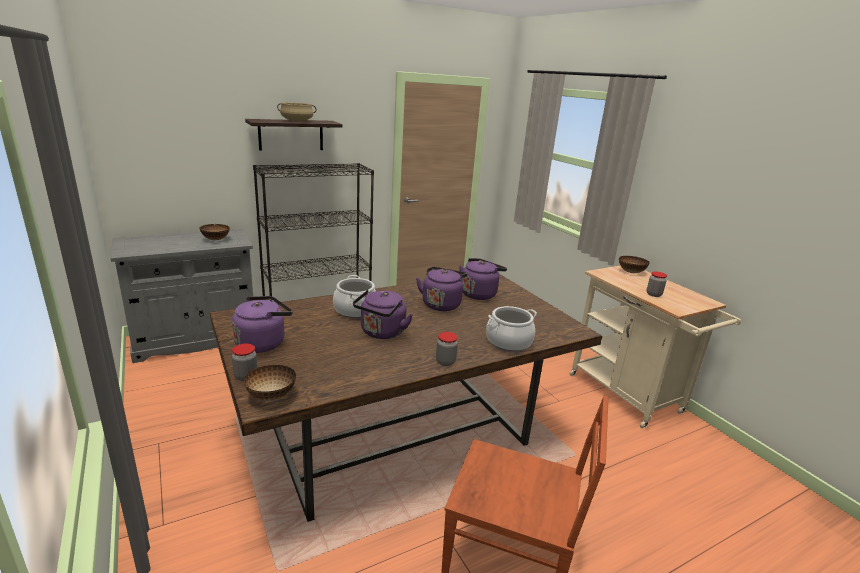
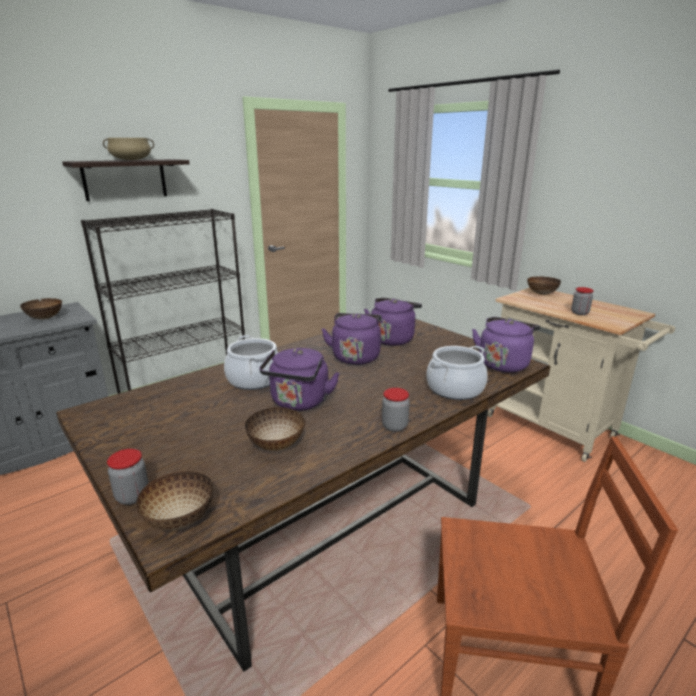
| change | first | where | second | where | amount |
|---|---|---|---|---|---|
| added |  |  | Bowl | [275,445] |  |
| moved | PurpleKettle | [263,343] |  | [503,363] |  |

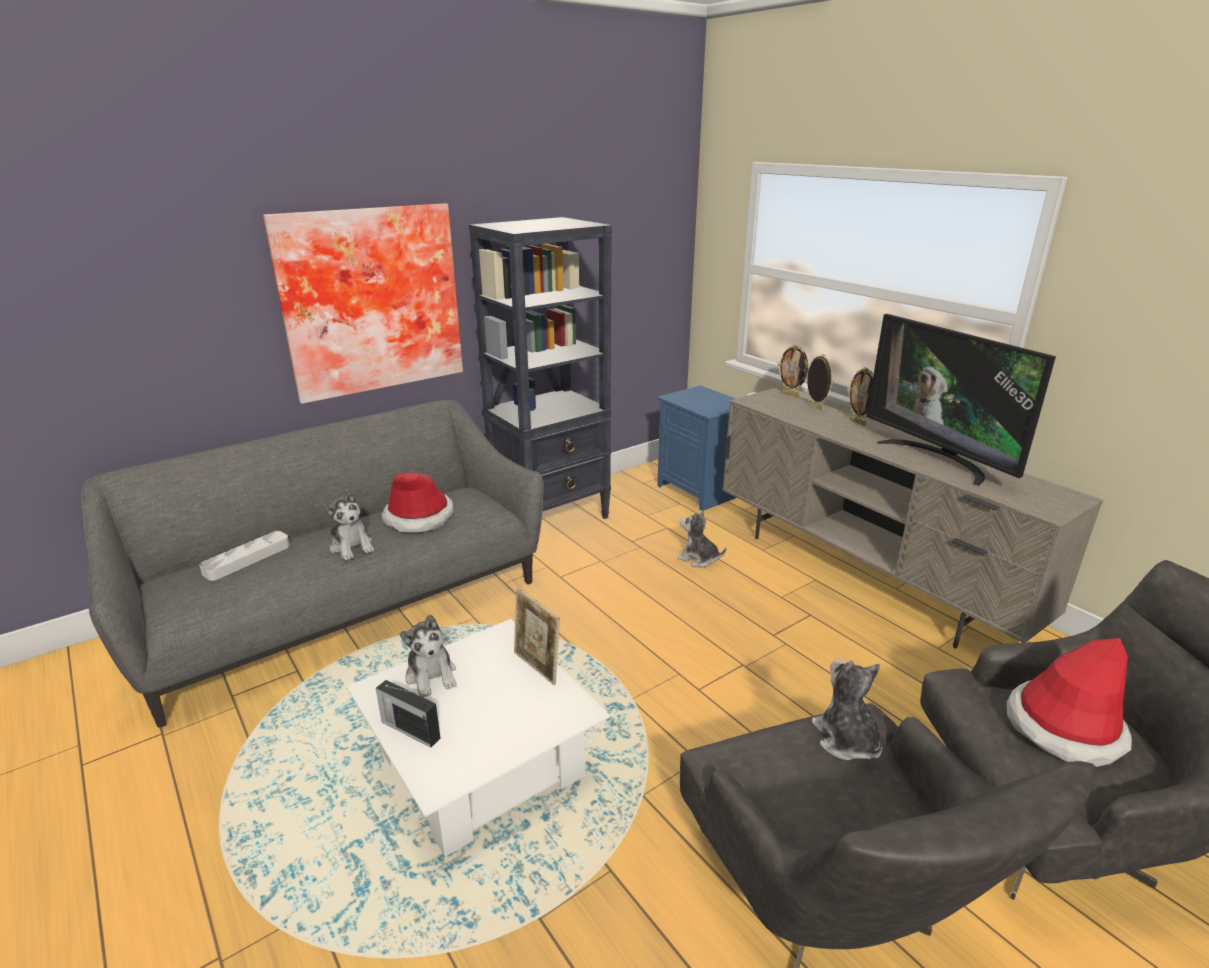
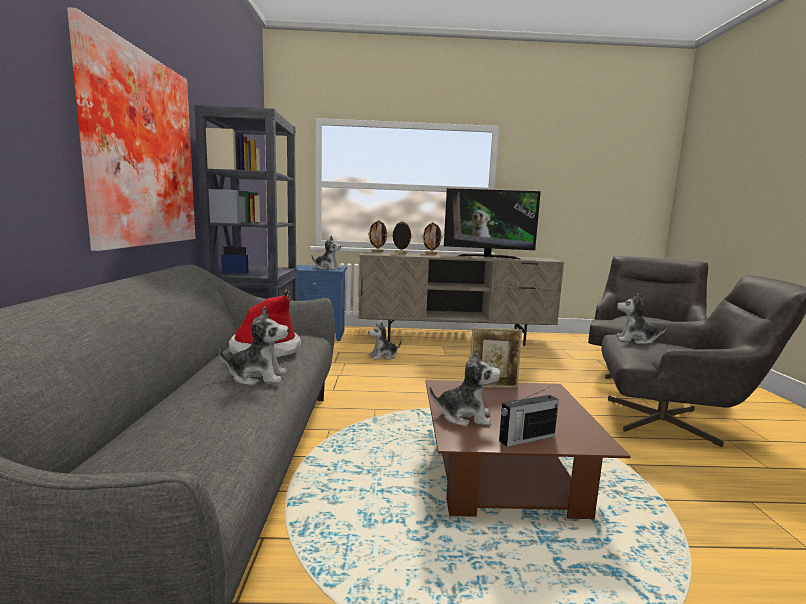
| change | first | where | second | where | amount |
|---|---|---|---|---|---|
| added |  |  | PlushToy | [327,268] |  |
| recoloured | WhiteCoffeeTable | [481,764] | BrownCoffeeTable | [504,477] |  |
| removed | GreyTray | [247,559] |  |  |  |
| removed | Hat | [1063,729] |  |  |  |

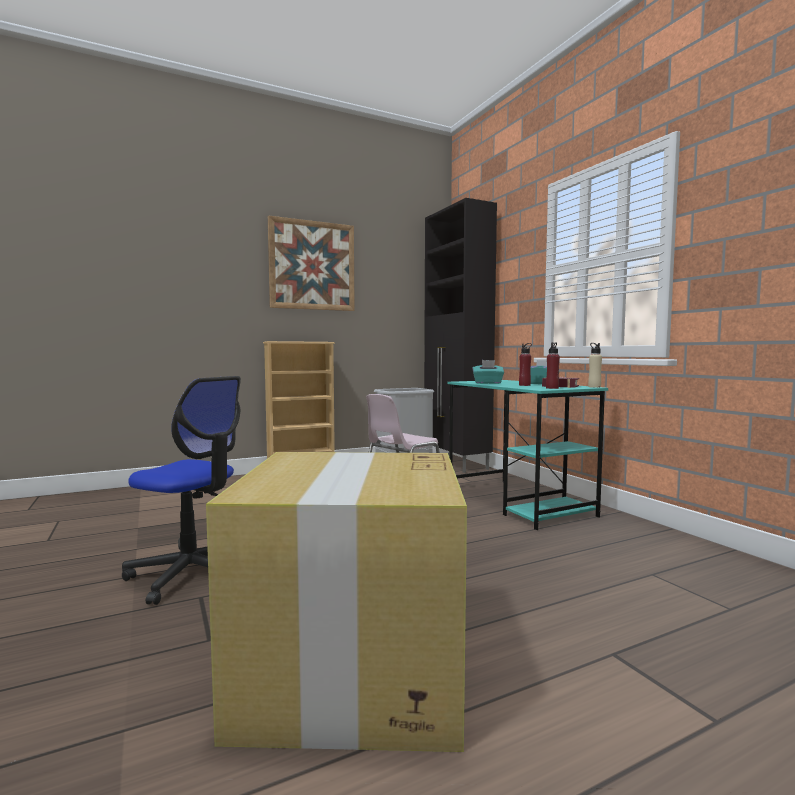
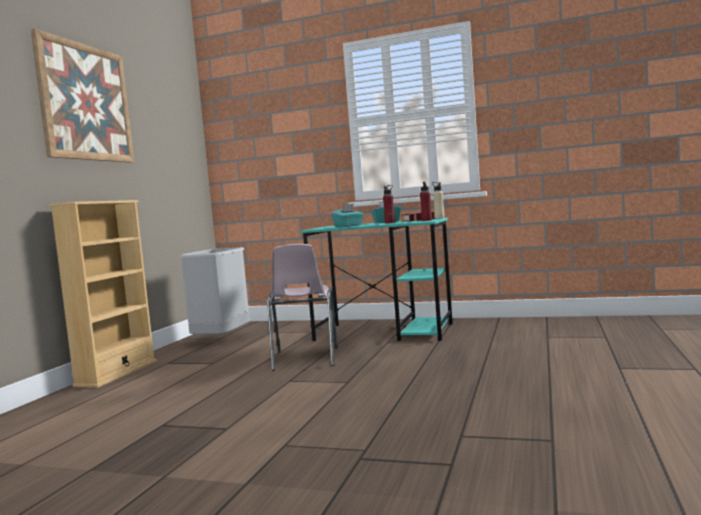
| change | first | where | second | where | amount |
|---|---|---|---|---|---|
| removed | OfficeChair | [192,573] |  |  |  |
| removed | CardboardBox | [352,671] |  |  |  |
| removed | BlackCabinet | [456,464] |  |  |  |

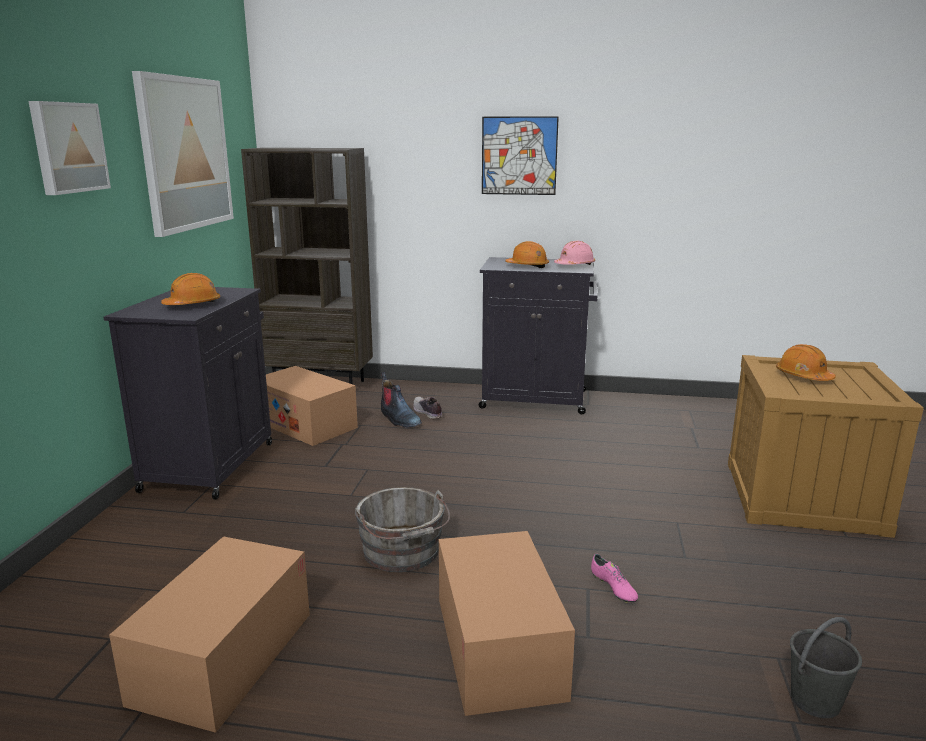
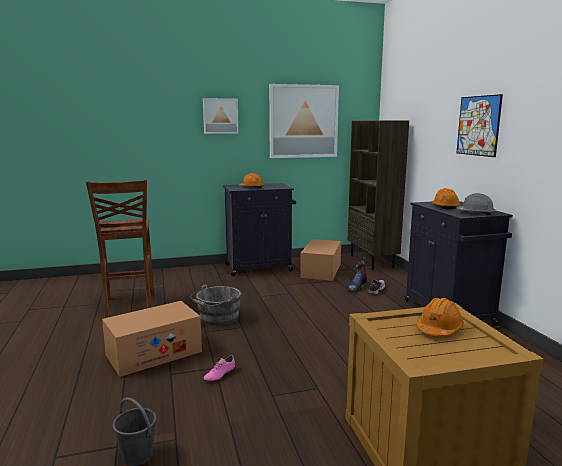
| change | first | where | second | where | amount |
|---|---|---|---|---|---|
| replaced | CardboardBox | [224,657] | BrownStool | [129,306] |  |
| recoloured | PinkHardHat | [574,265] | GreyHardHat | [475,213] |  |

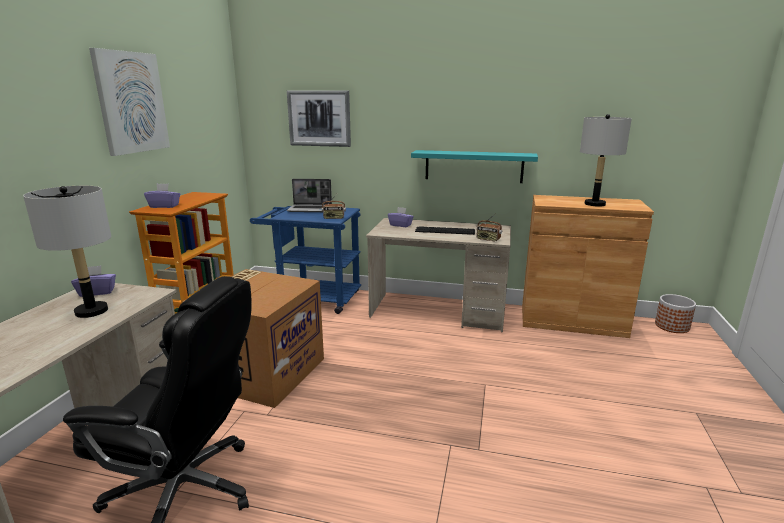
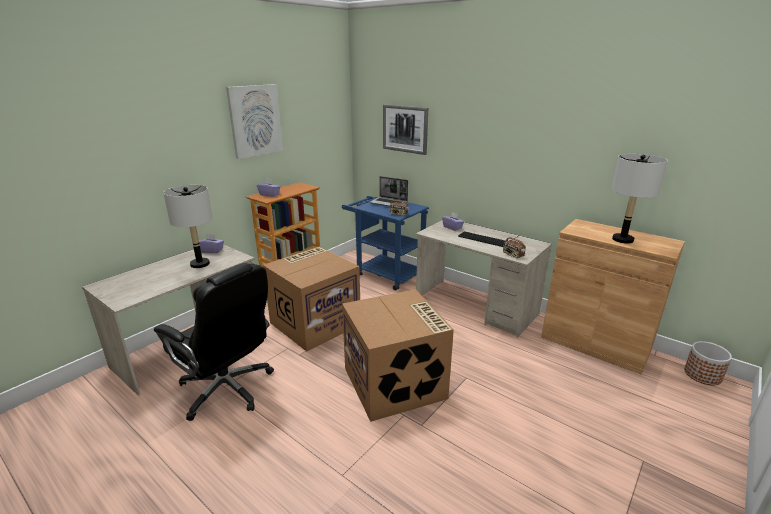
| change | first | where | second | where | amount |
|---|---|---|---|---|---|
| added |  |  | CardboardBox | [396,383] |  |
| removed | TurquoiseShelf | [473,166] |  |  |  |

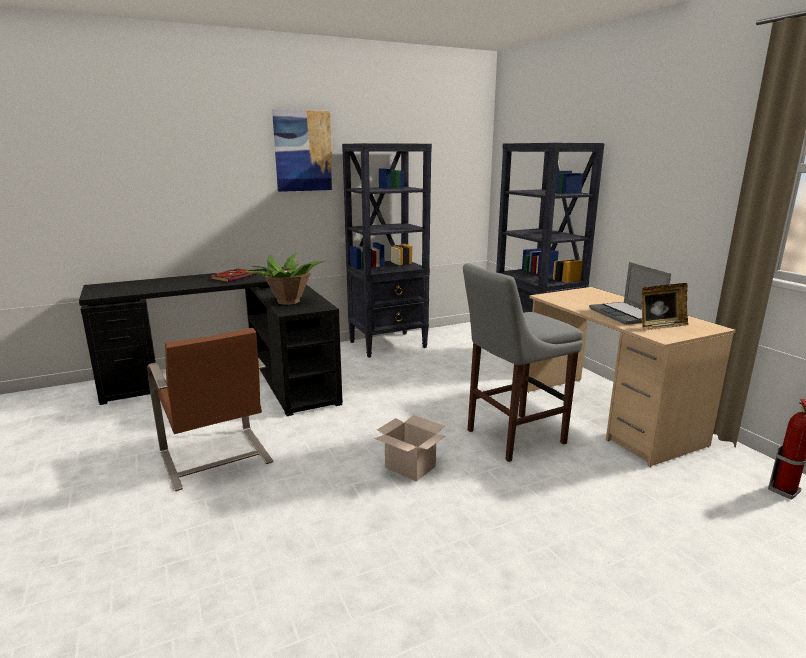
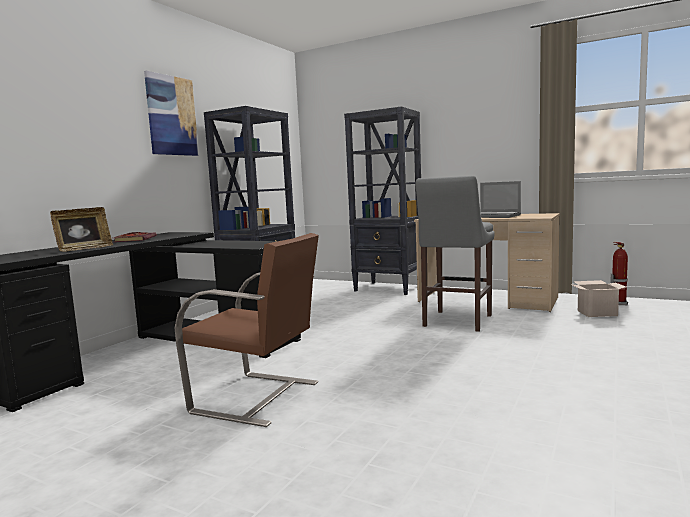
| change | first | where | second | where | amount |
|---|---|---|---|---|---|
| moved | PictureFrame | [660,326] |  | [84,249] |  |
| moved | CardboardBox | [411,467] |  | [597,313] |  |
| removed | PottedPlant | [288,302] |  |  |  |

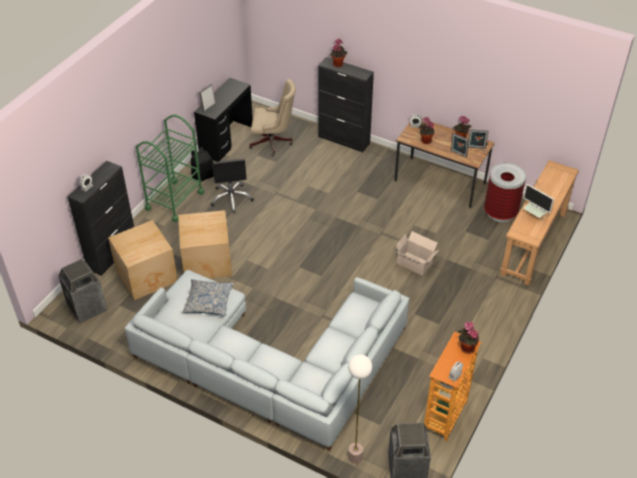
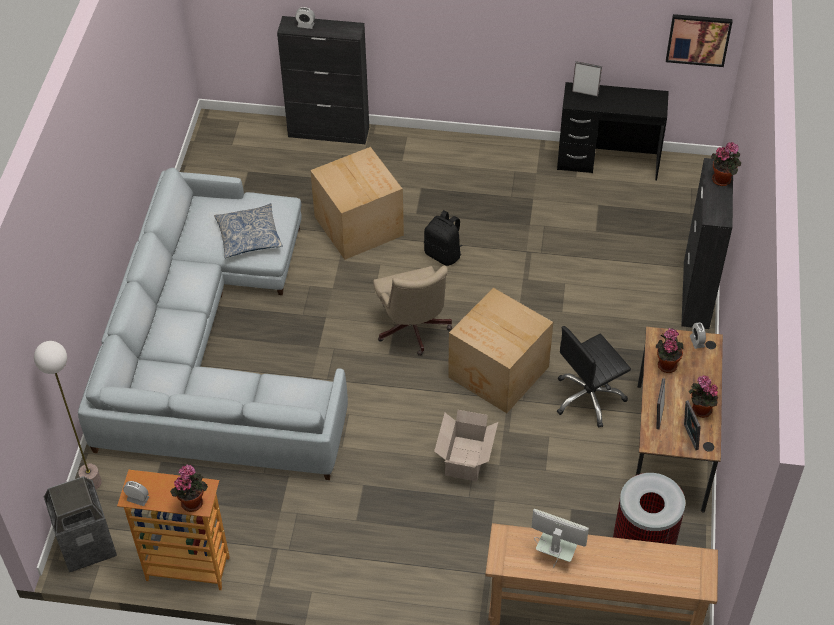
| change | first | where | second | where | amount |
|---|---|---|---|---|---|
| moved | BeigeOfficeChair | [273,143] |  | [413,331] |  |
| moved | BlackBackpack | [203,176] |  | [443,254] |  |
| moved | CardboardBox | [147,276] |  | [499,373] |  |
| turned | Monitor | [534,217] |  | [555,555] | 90 degrees clockwise |
| moved | BlackOfficeChair | [231,198] |  | [589,398] |  |
| added |  |  | Picture | [698,39] |  |
| removed | TrashCan | [87,308] |  |  |  |
| removed | GreenCart | [174,201] |  |  |  |

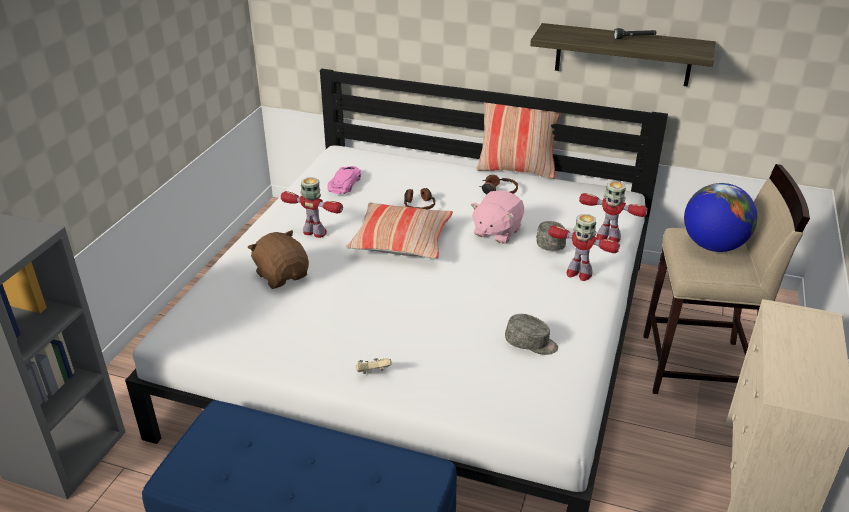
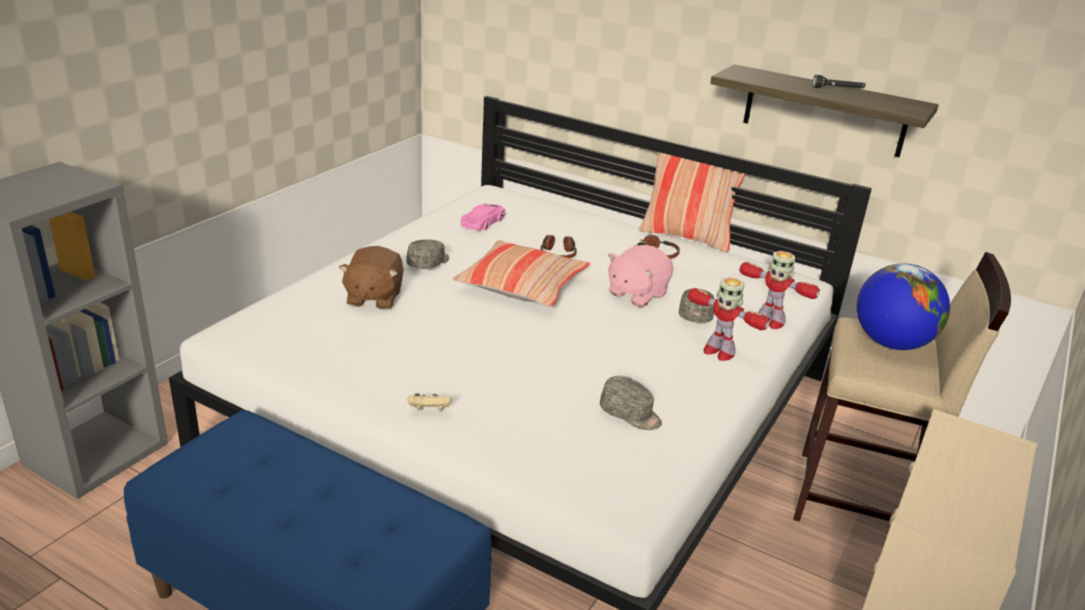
| change | first | where | second | where | amount |
|---|---|---|---|---|---|
| turned | BrownPlushToy | [282,275] |  | [373,298] | 150 degrees counterclockwise |
| replaced | ToyRobot | [315,233] | GreyCap | [429,263] |  |

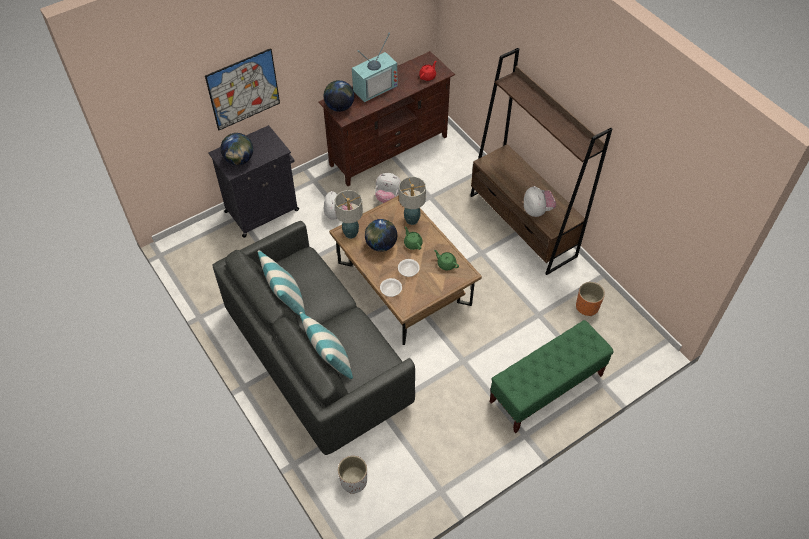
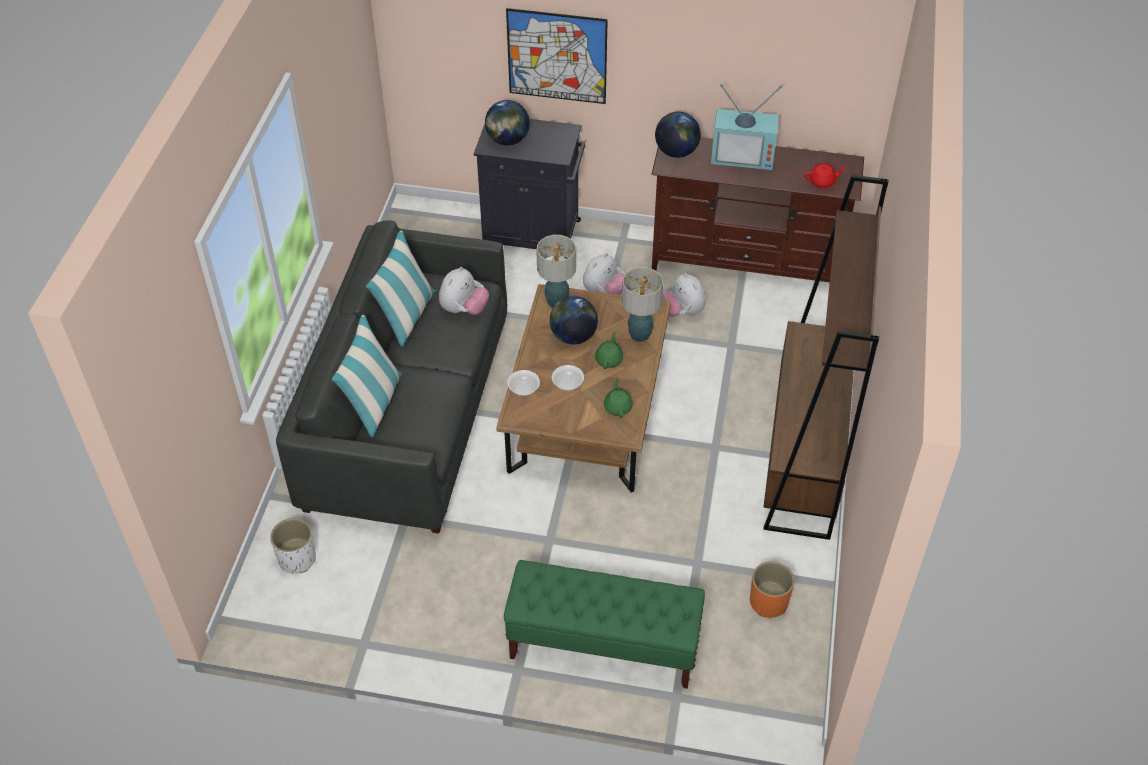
| change | first | where | second | where | amount |
|---|---|---|---|---|---|
| moved | PlushToy | [537,211] |  | [464,309] |  |

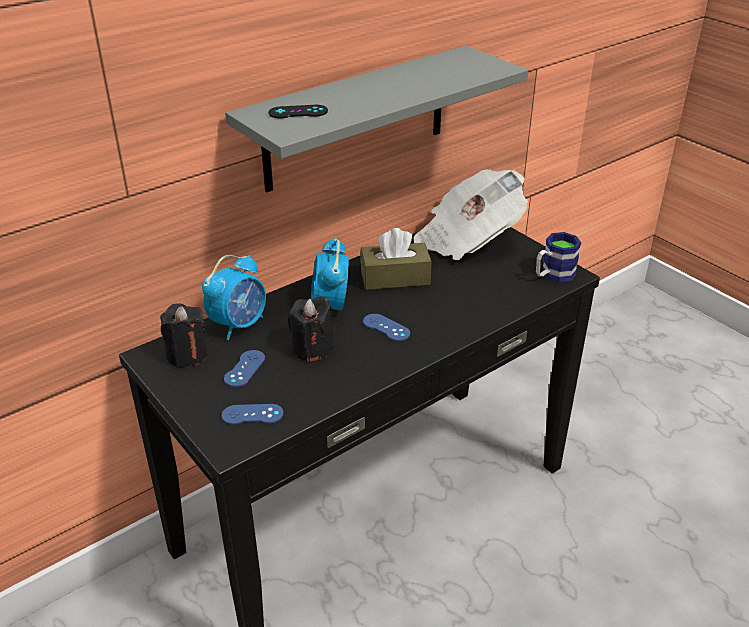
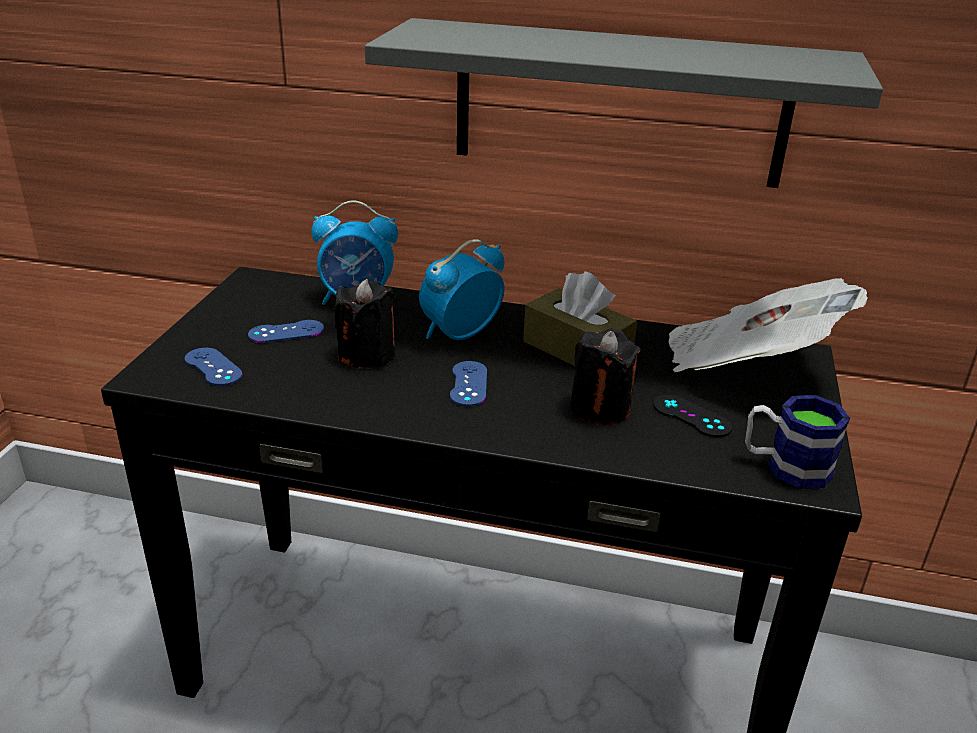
| change | first | where | second | where | amount |
|---|---|---|---|---|---|
| moved | BlackCandle | [187,355] |  | [600,408] |  |
| moved | BlackGameController | [298,112] |  | [691,416] |  |

